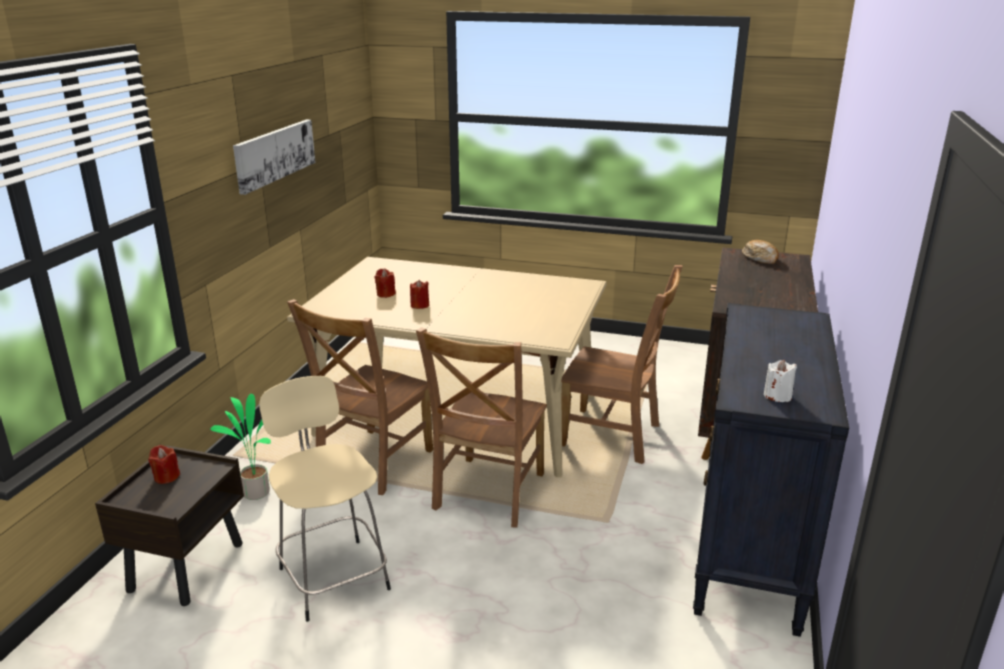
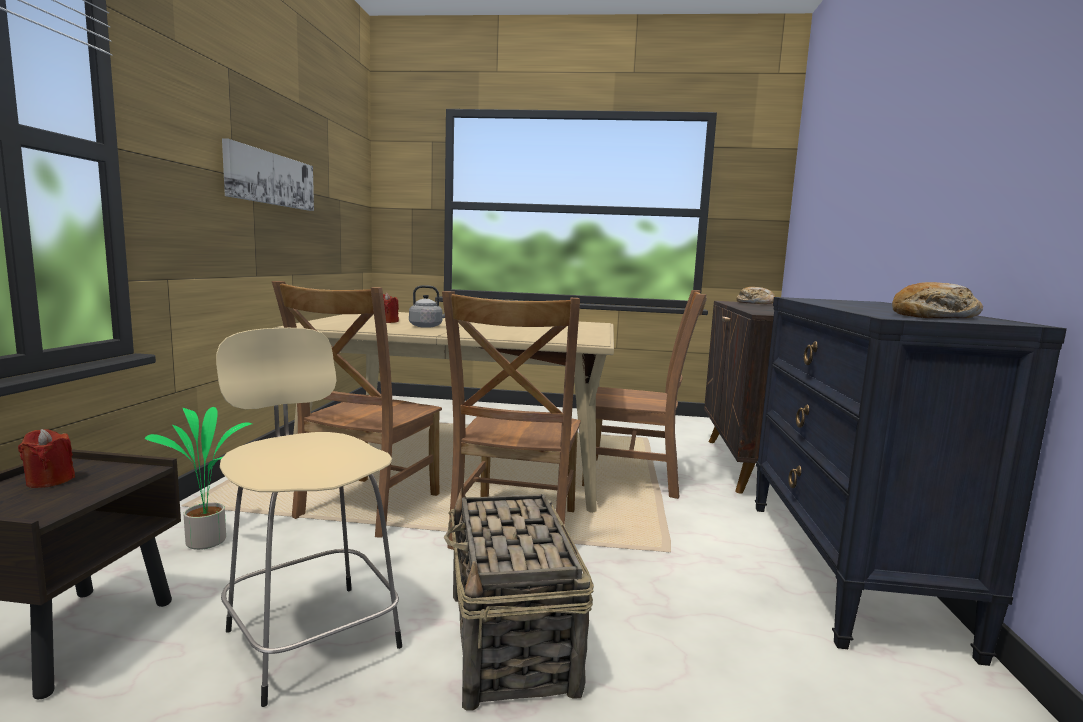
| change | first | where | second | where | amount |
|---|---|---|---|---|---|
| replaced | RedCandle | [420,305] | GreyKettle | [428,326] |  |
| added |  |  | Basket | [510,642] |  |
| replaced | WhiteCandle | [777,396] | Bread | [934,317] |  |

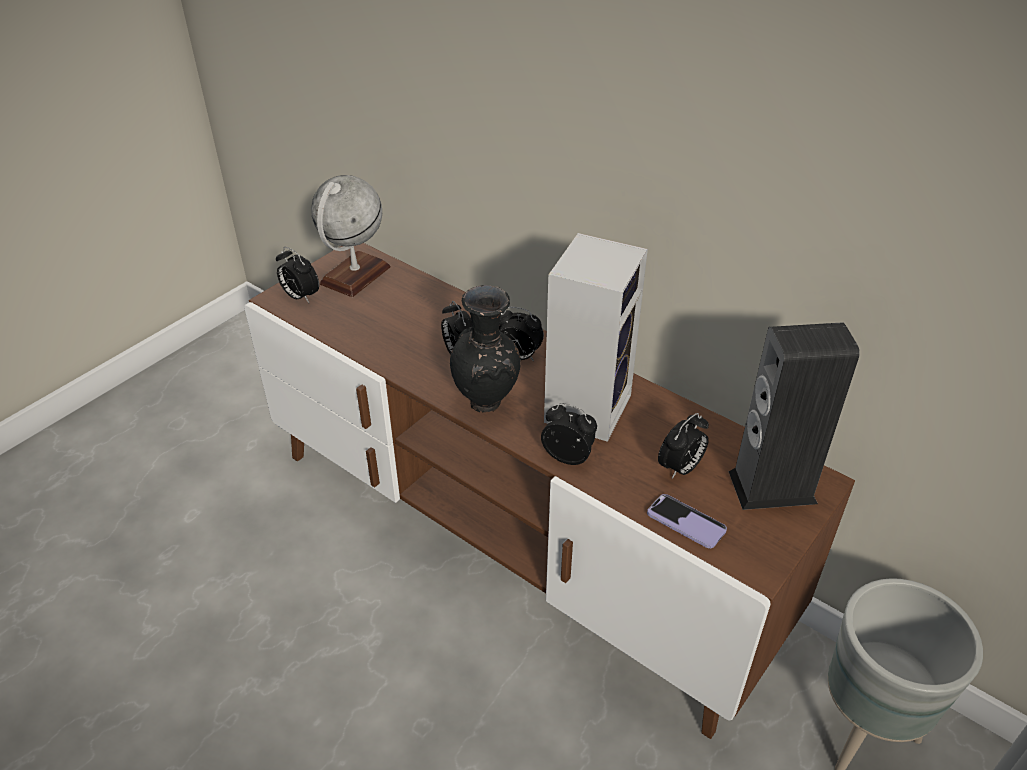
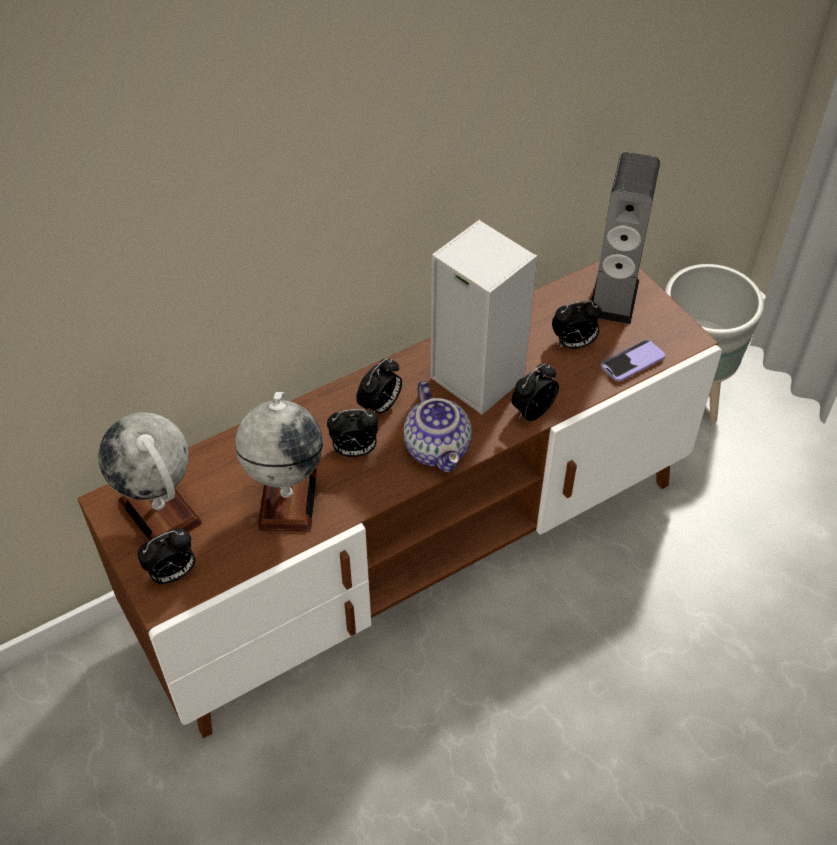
| change | first | where | second | where | amount |
|---|---|---|---|---|---|
| added |  |  | Globe | [287,498] |  |
| replaced | BlackVase | [487,404] | Teapot | [439,448] |  |
| turned | AlarmClock | [680,468] |  | [573,344] | 105 degrees clockwise |

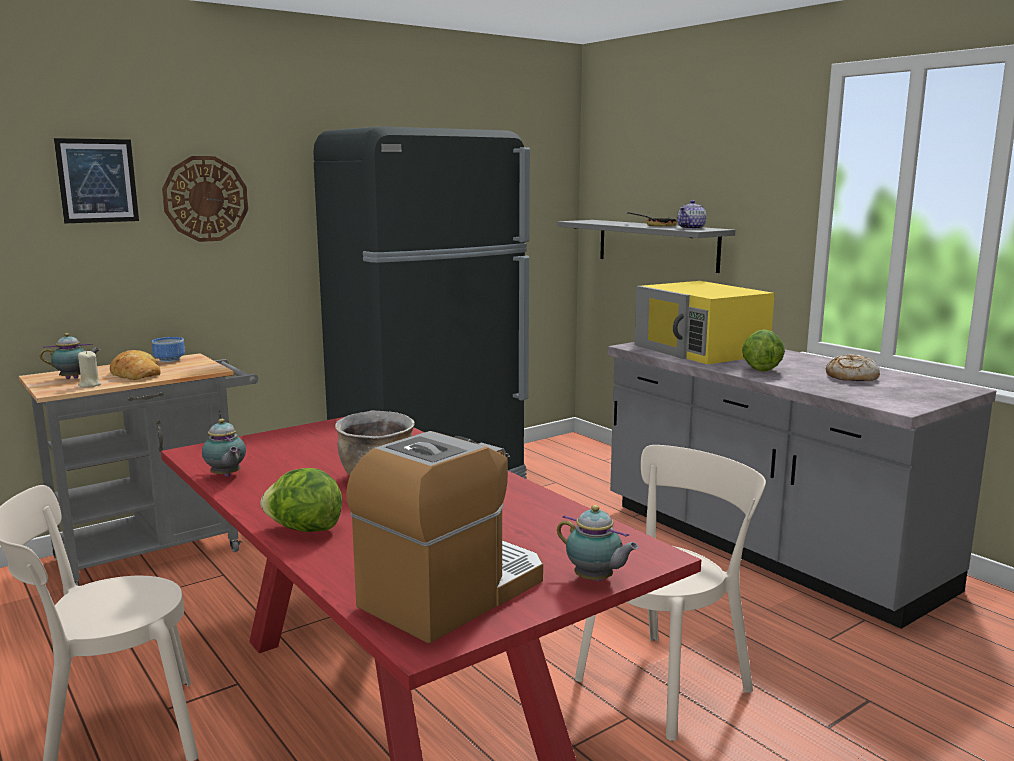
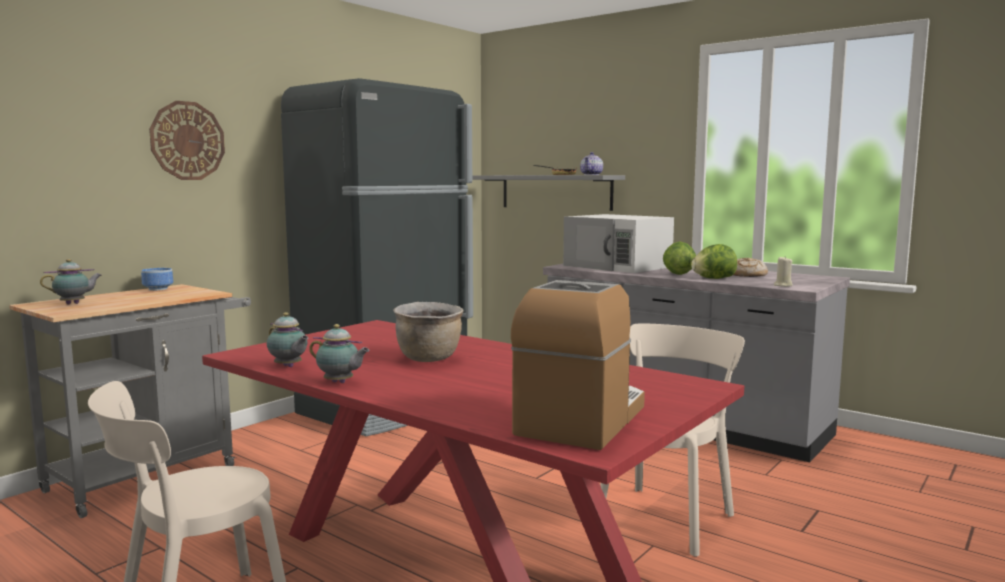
| change | first | where | second | where | amount |
|---|---|---|---|---|---|
| moved | Teapot | [595,580] |  | [340,383] |  |
| recoloured | YellowMicrowave | [701,350] | WhiteMicrowave | [618,266] |  |
| moved | Lettuce | [304,529] |  | [713,278] |  |
| moved | BeigeCandle | [89,385] |  | [783,285] |  |
| removed | Picture | [97,181] |  |  |  |
| removed | Bread | [135,373] |  |  |  |

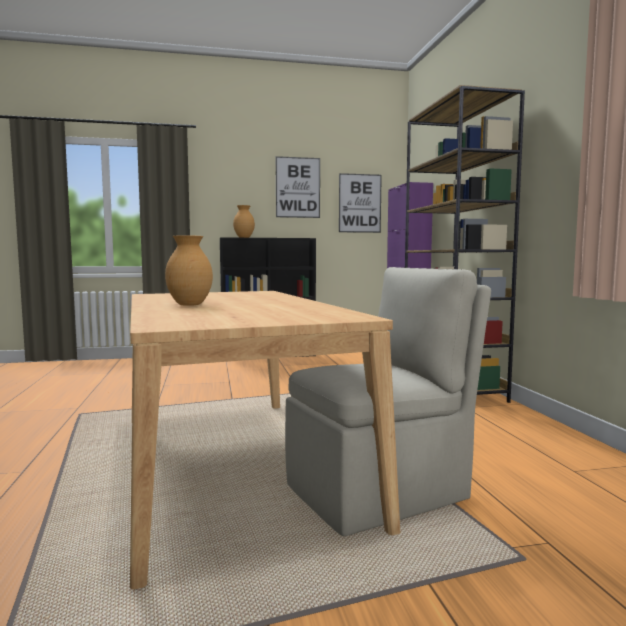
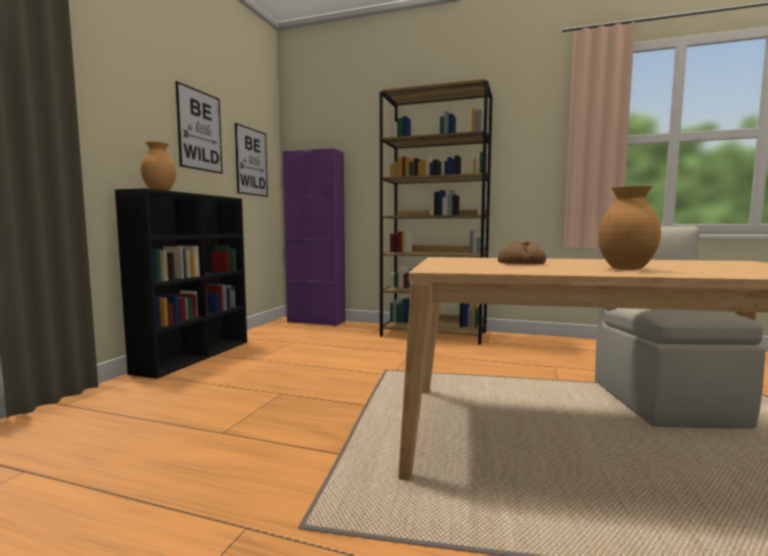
| change | first | where | second | where | amount |
|---|---|---|---|---|---|
| added |  |  | Bread | [521,263] |  |

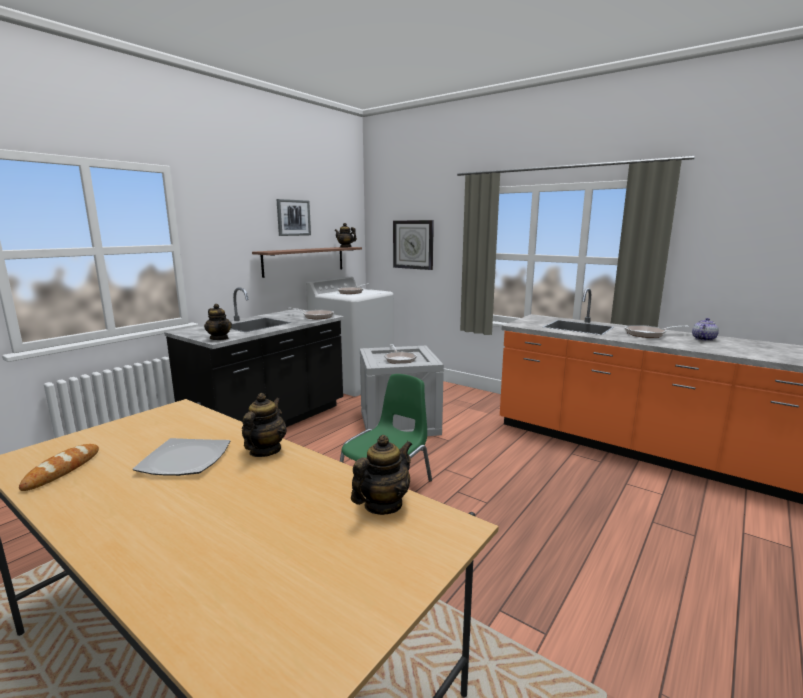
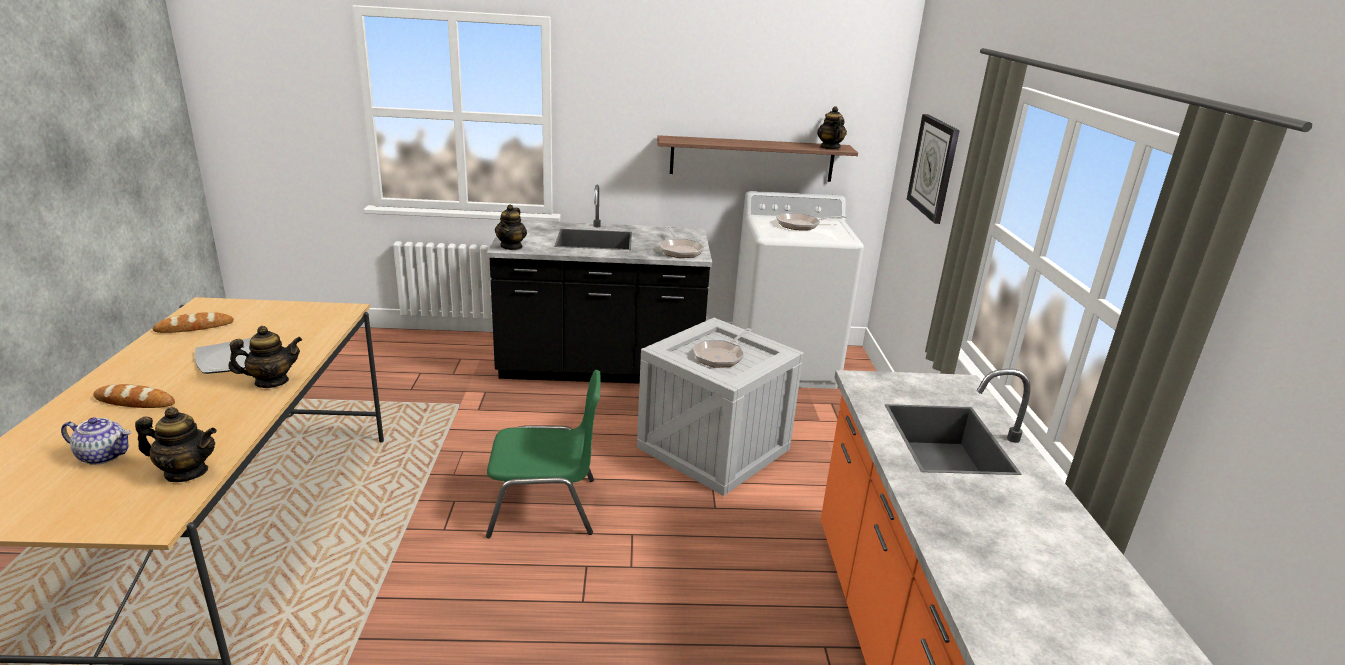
| change | first | where | second | where | amount |
|---|---|---|---|---|---|
| moved | Teapot | [703,339] |  | [104,455] |  |
| added |  |  | Bread | [135,401] |  |
| removed | Picture | [293,217] |  |  |  |
| removed | FryingPan | [648,334] |  |  |  |

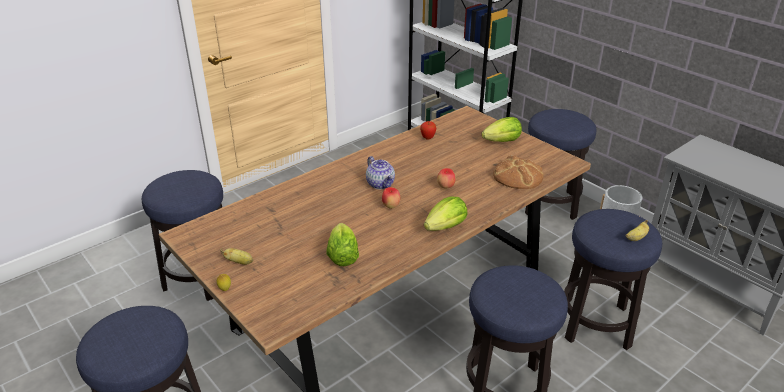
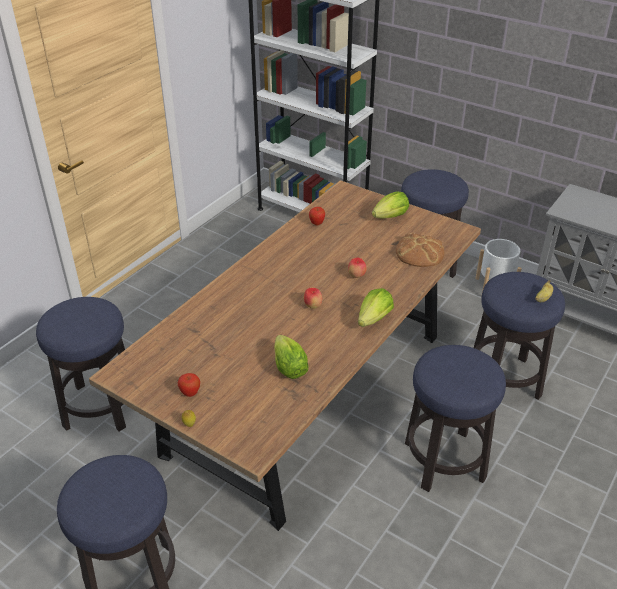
| change | first | where | second | where | amount |
|---|---|---|---|---|---|
| replaced | Banana | [239,262] | Apple | [190,393] |  |
| removed | Teapot | [381,184] |  |  |  |

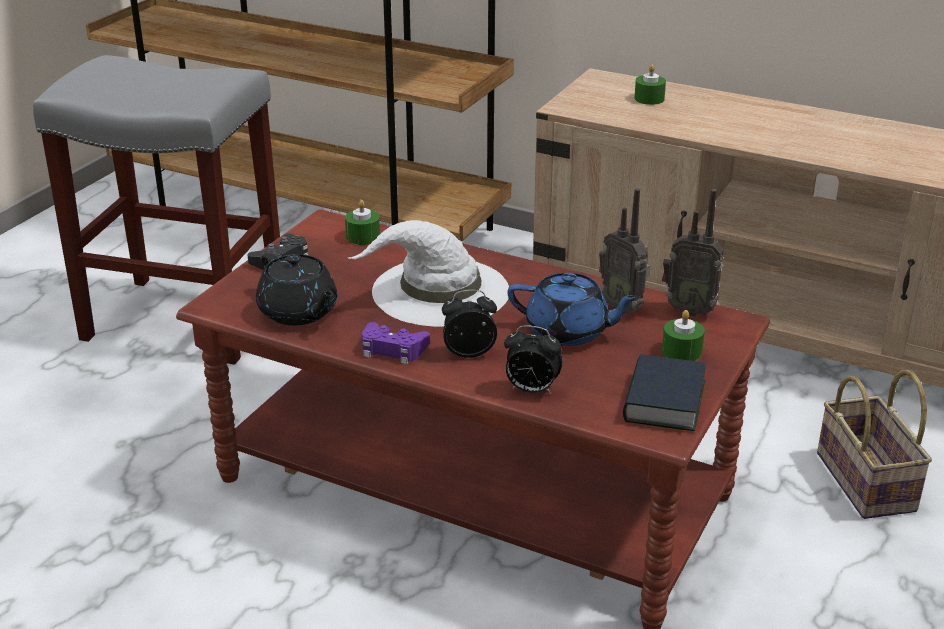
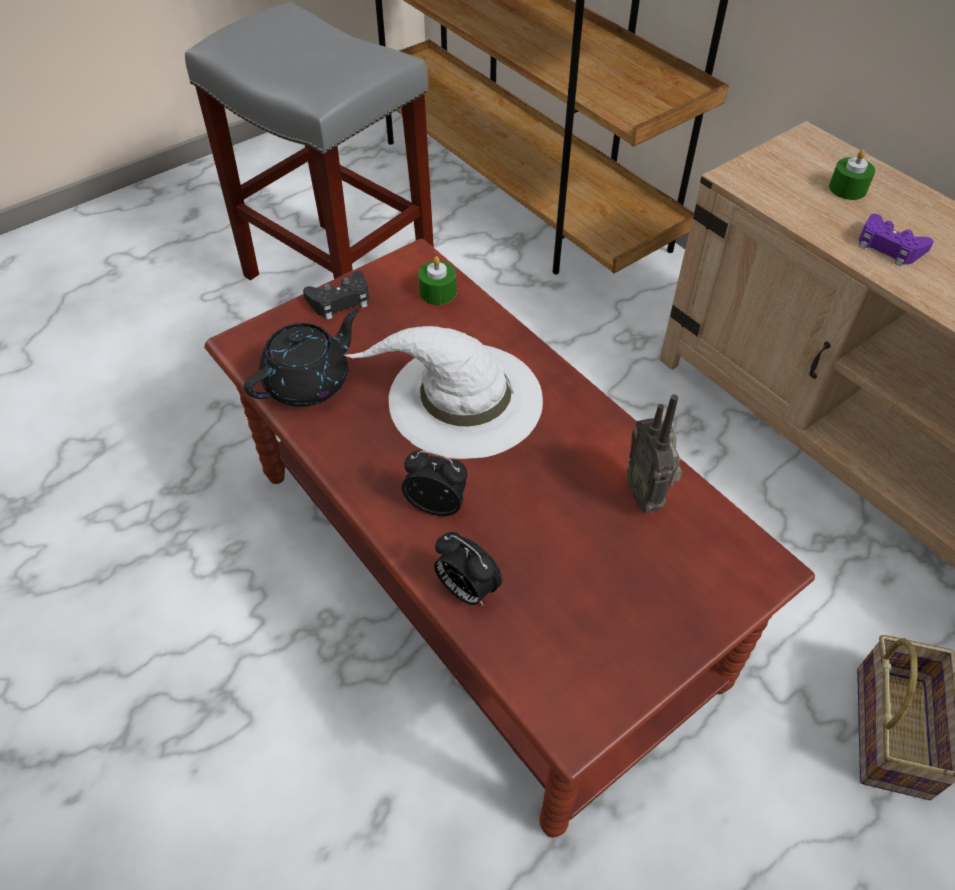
| change | first | where | second | where | amount |
|---|---|---|---|---|---|
| turned | BlackTeapot | [298,312] |  | [309,382] | 120 degrees counterclockwise |
| moved | PurpleGameController | [393,349] |  | [889,247] |  |
| removed | BlueTeapot | [568,332] |  |  |  |
| removed | Book | [663,402] |  |  |  |
| removed | Radio | [688,310] |  |  |  |
| removed | GreenCandle | [681,351] |  |  |  |

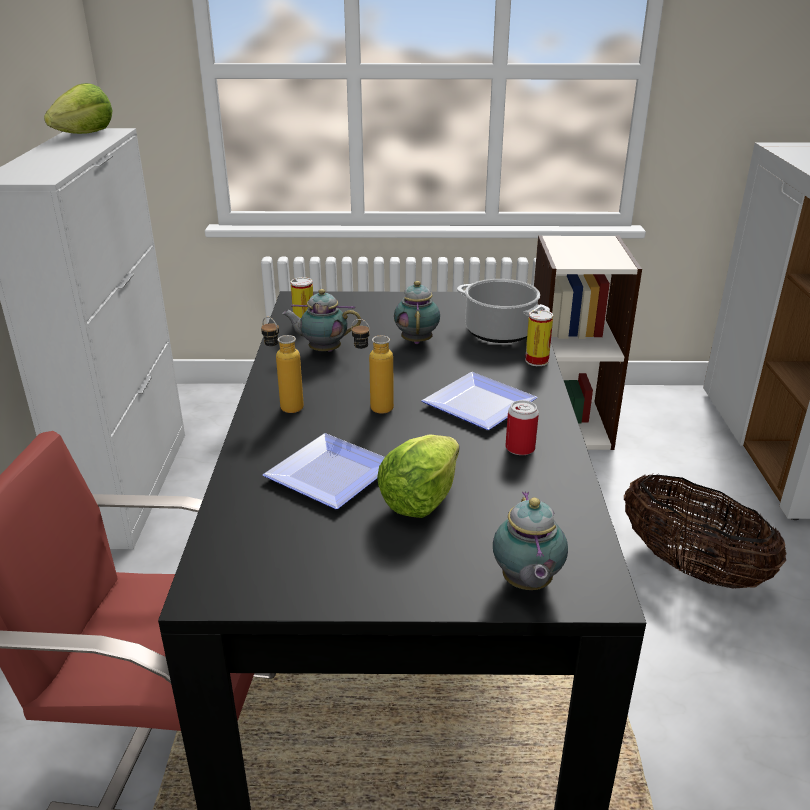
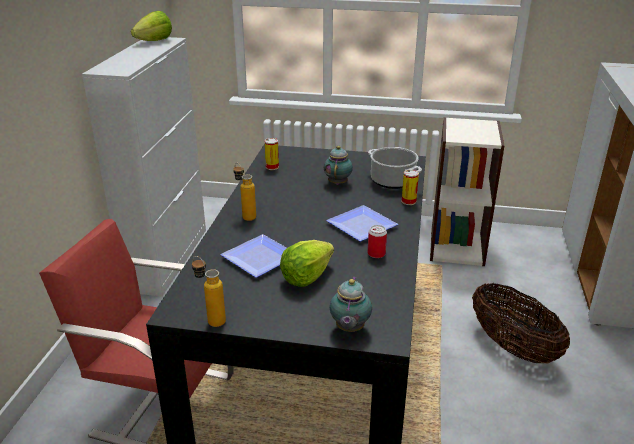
| change | first | where | second | where | amount |
|---|---|---|---|---|---|
| moved | Bottle | [373,406] |  | [211,319] |  |
| removed | Teapot | [322,350] |  |  |  |

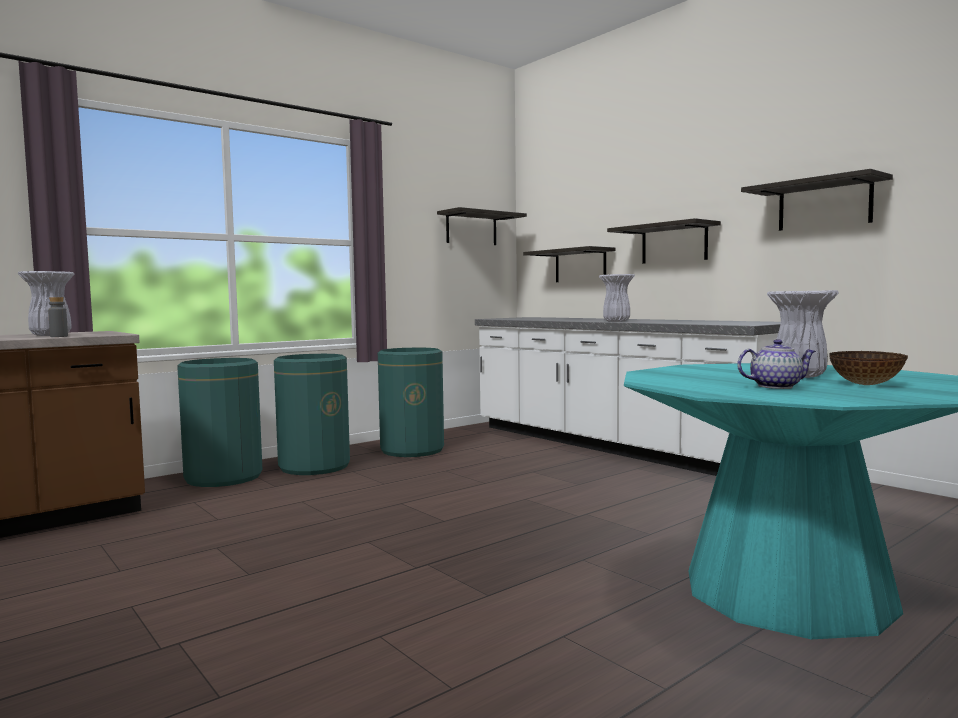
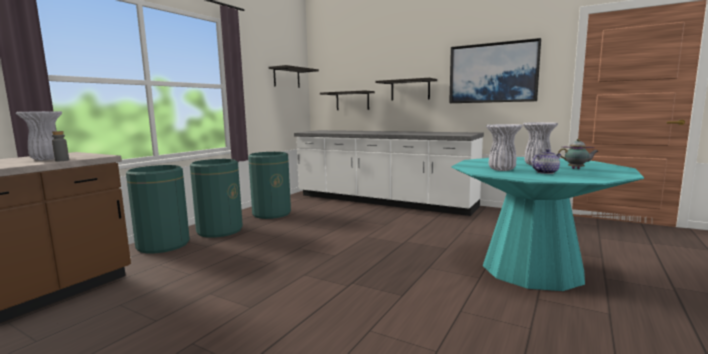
| change | first | where | second | where | amount |
|---|---|---|---|---|---|
| replaced | Shelf | [824,205] | Picture | [492,73] |  |
| moved | WhiteVase | [617,321] |  | [502,170] |  |
| replaced | Bowl | [865,385] | Teapot | [577,169] |  |

